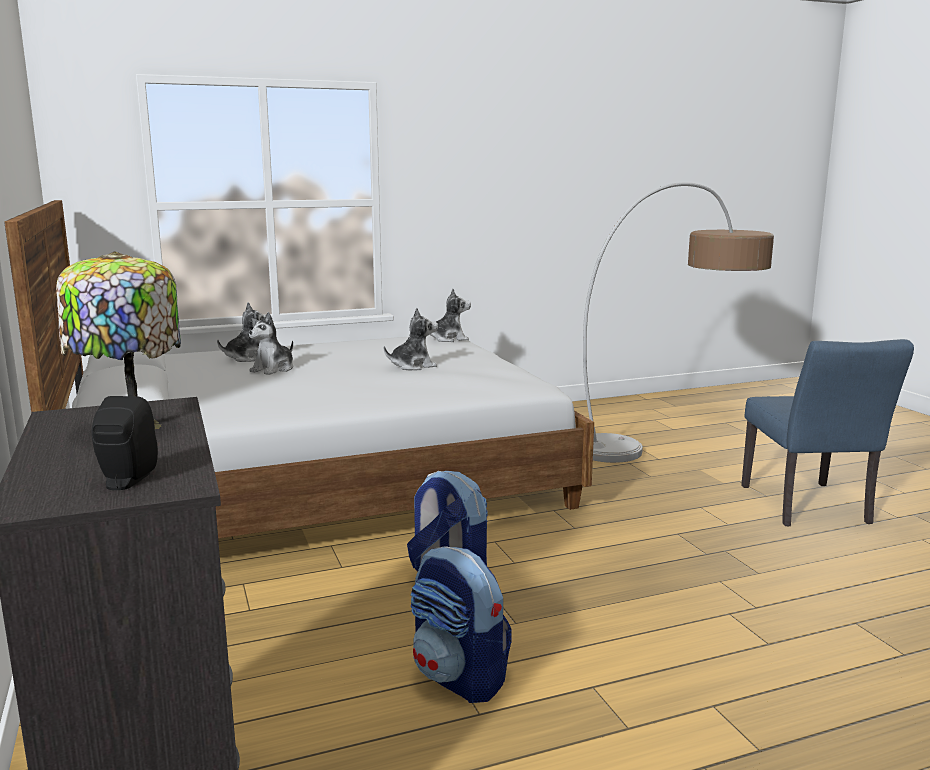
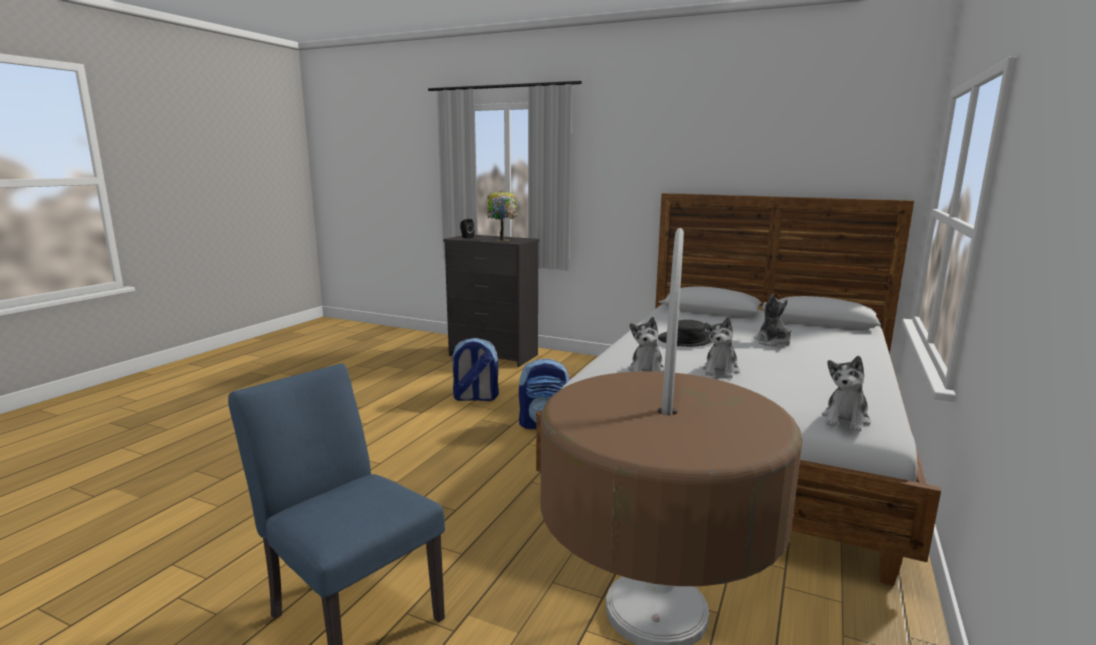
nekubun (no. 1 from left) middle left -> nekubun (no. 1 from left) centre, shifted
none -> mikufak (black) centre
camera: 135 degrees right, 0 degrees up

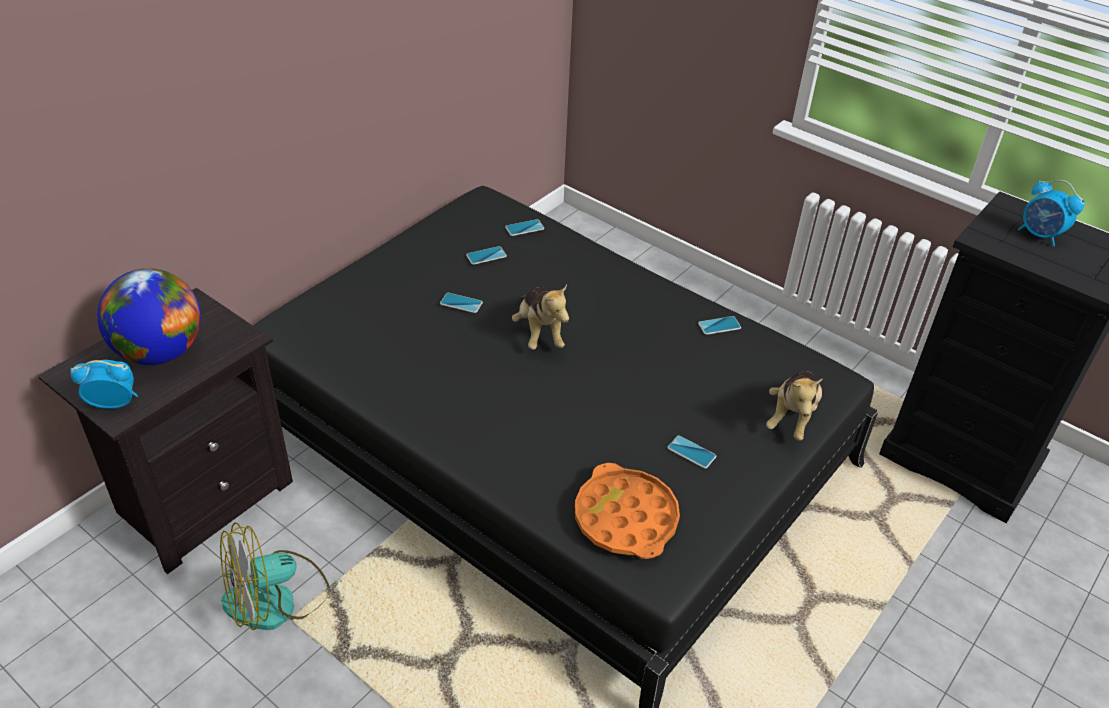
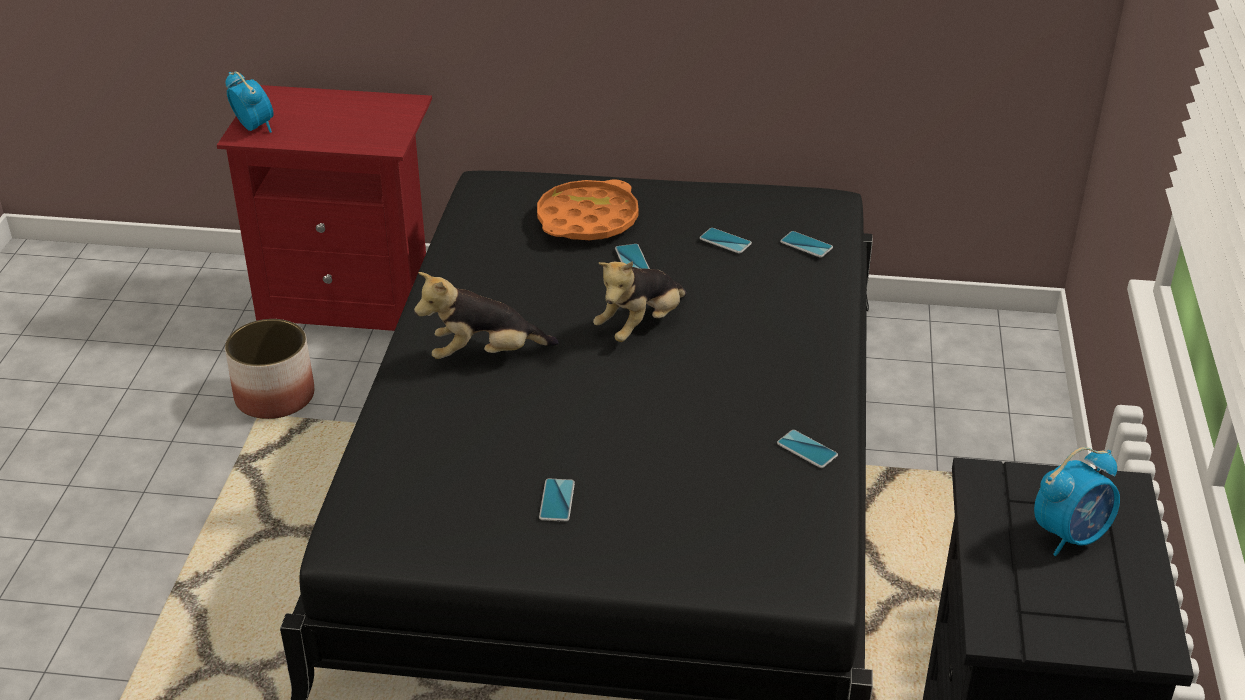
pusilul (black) middle left -> pusilul (red) top left
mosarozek bottom left -> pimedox middle left
nekubun (no. 2 from left in the first image) middle right -> nekubun (no. 1 from left) centre, shifted
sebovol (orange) bottom centre -> sebovol (orange) top centre, shifted
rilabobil (no. 2 from left) top right -> rilabobil (no. 2 from left) bottom right, 135 degrees counterclockwise
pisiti middle left -> none
camera: 60 degrees right, 5 degrees down

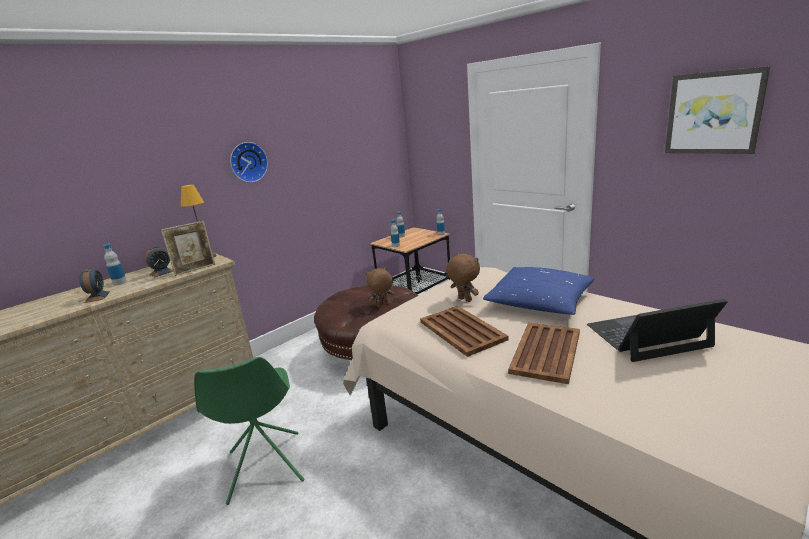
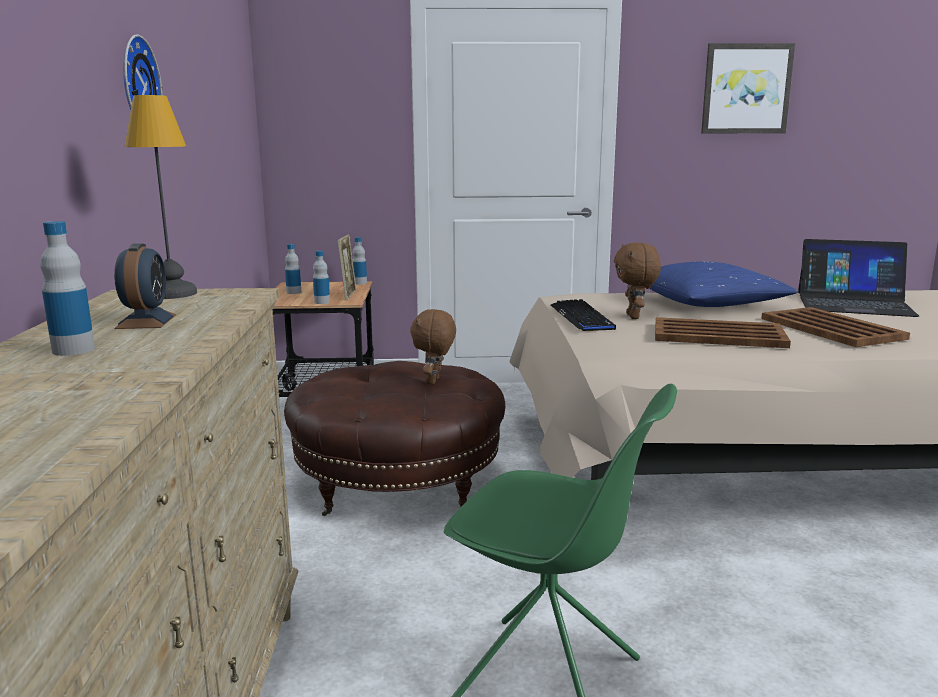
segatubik middle left -> segatubik centre, shifted
none -> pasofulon centre
nekubun (brown) (no. 2 from left) centre -> nekubun (brown) (no. 2 from left) middle right, 90 degrees counterclockwise
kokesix middle right, 105 degrees counterclockwise
rilabobil (no. 1 from left) middle left -> none
camera: 50 degrees left, 5 degrees down

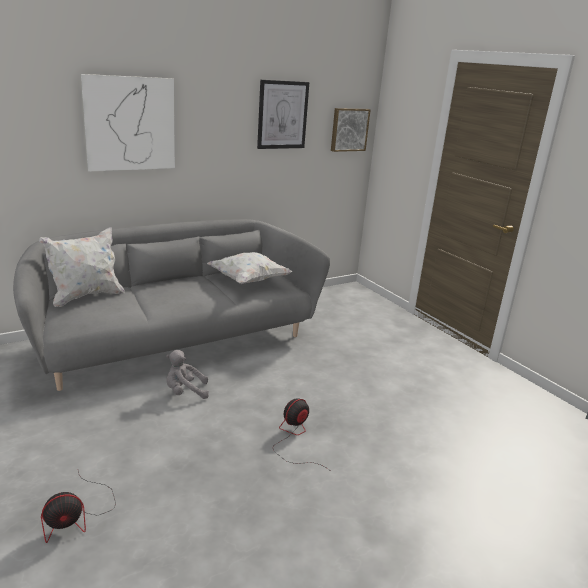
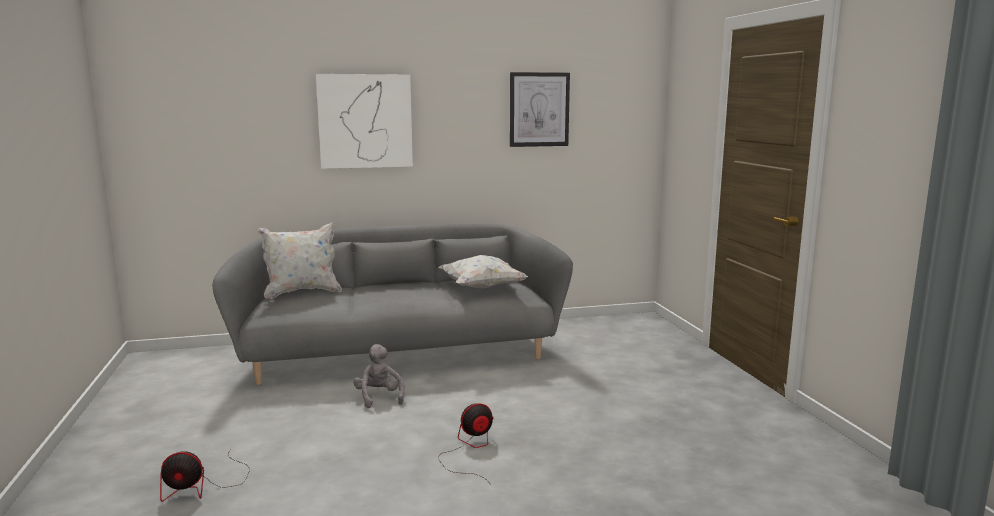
nekubun (grey) middle left -> nekubun (grey) bottom centre, 60 degrees clockwise
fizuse (no. 3 from left) top centre -> none
camera: 20 degrees right, 10 degrees down

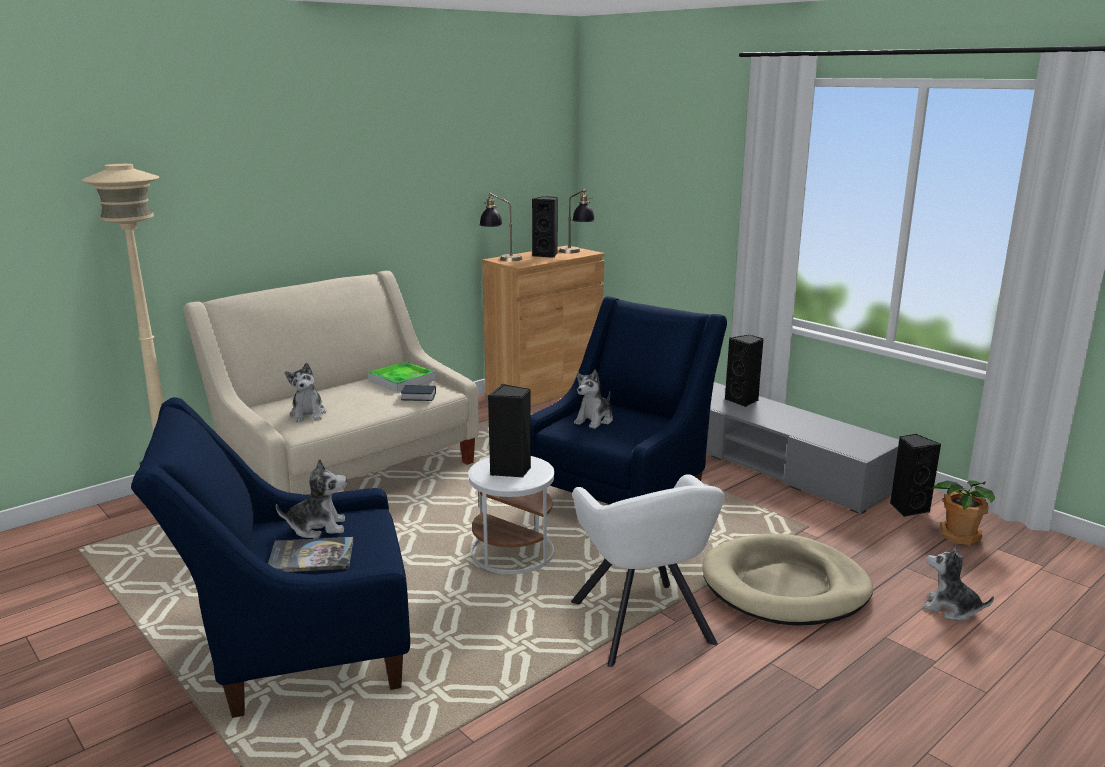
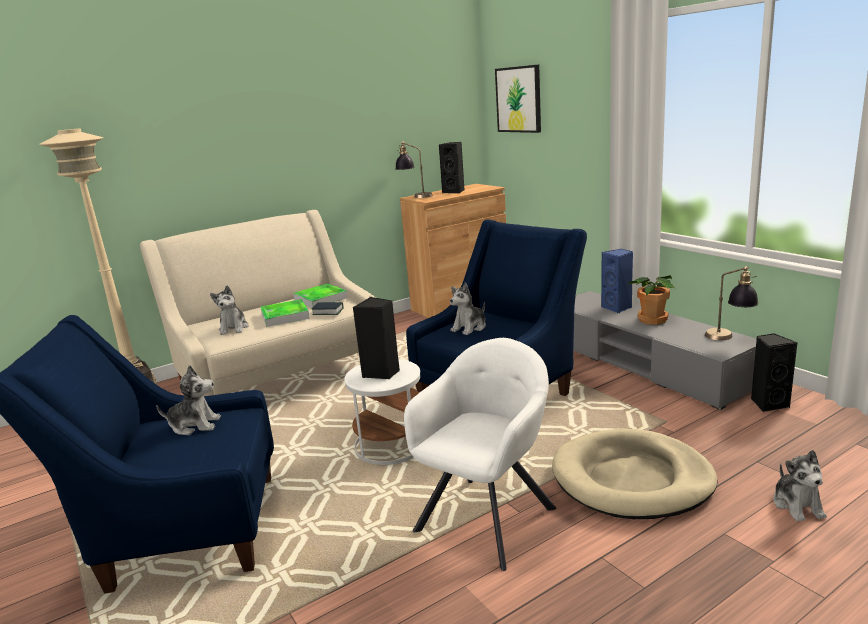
none -> sebovol (no. 1 from left) middle left
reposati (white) bottom centre, 135 degrees counterclockwise
none -> fizuse top centre
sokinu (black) (no. 3 from left) middle right -> sokinu (blue) middle right
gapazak bottom right -> gapazak middle right, shifted
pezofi (no. 2 from left) top centre -> pezofi (no. 2 from left) middle right, shifted
nekubun (no. 4 from left) bottom right, 135 degrees counterclockwise
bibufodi (no. 1 from left) bottom left -> none
camera: 10 degrees right, 0 degrees up

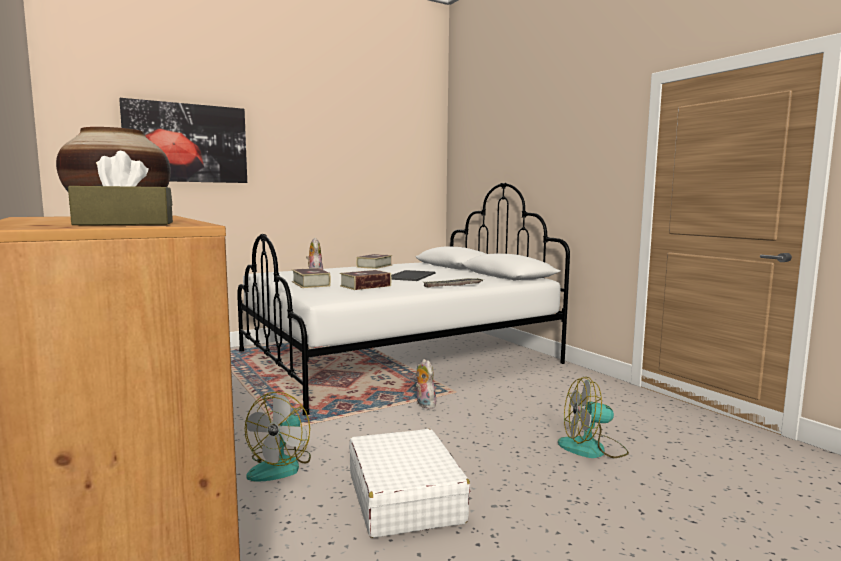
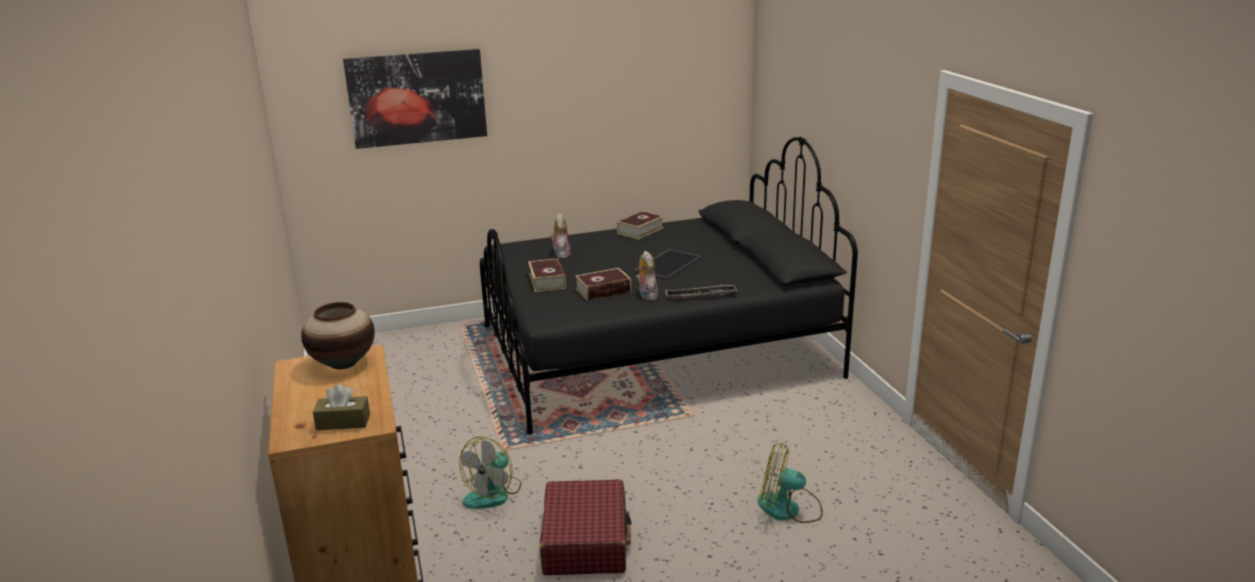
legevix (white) centre -> legevix (black) centre
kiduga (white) bottom centre -> kiduga (red) bottom centre
nekubun (no. 2 from left) bottom centre -> nekubun (no. 2 from left) centre, shifted
camera: 15 degrees right, 15 degrees up

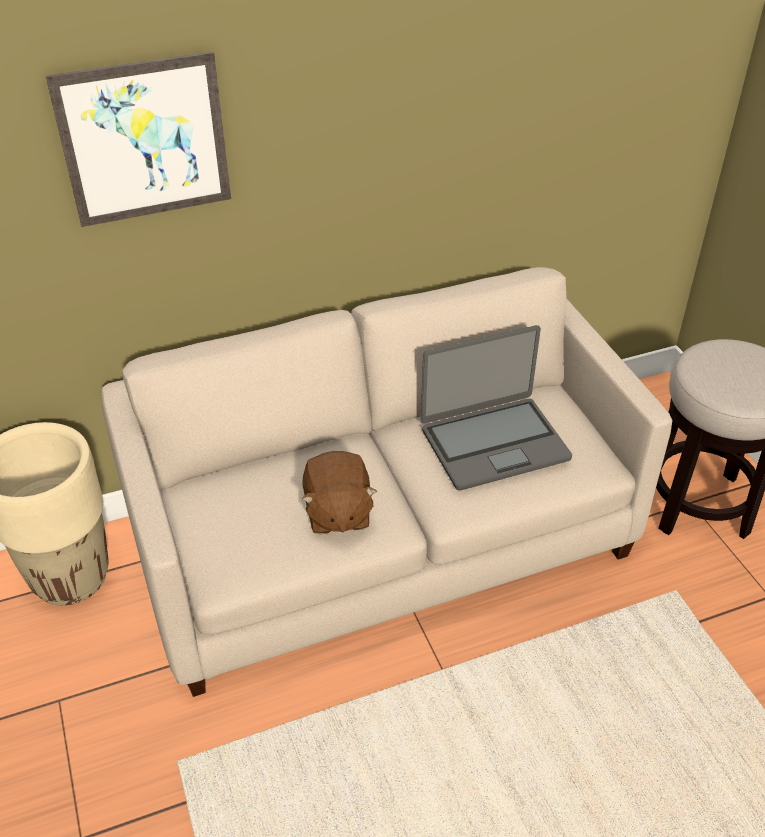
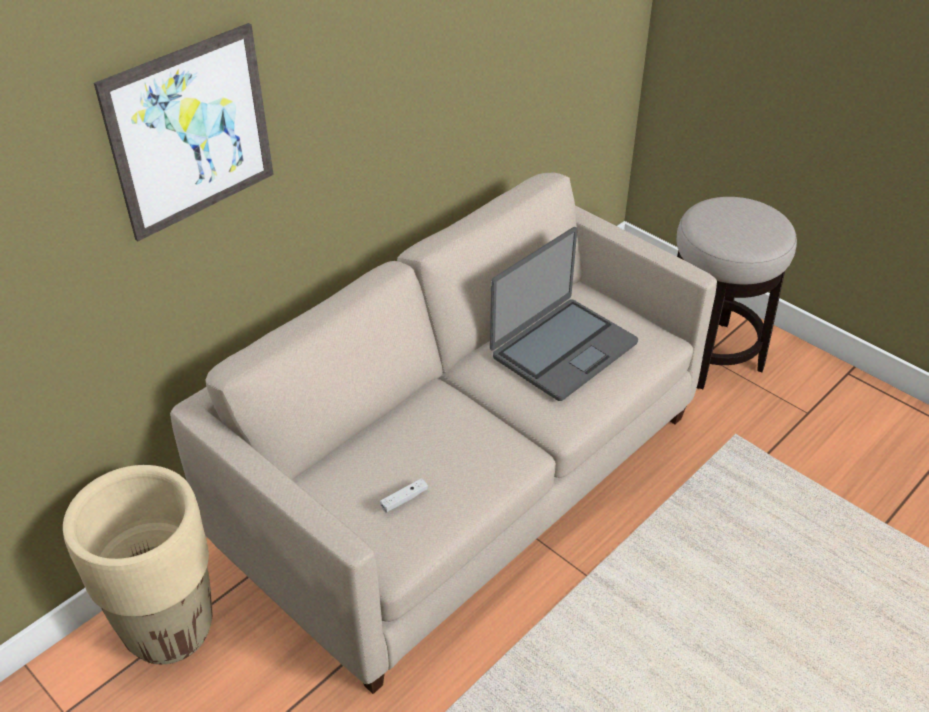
none -> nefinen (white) bottom centre
nekubun (brown) centre -> none
camera: 25 degrees left, 0 degrees up

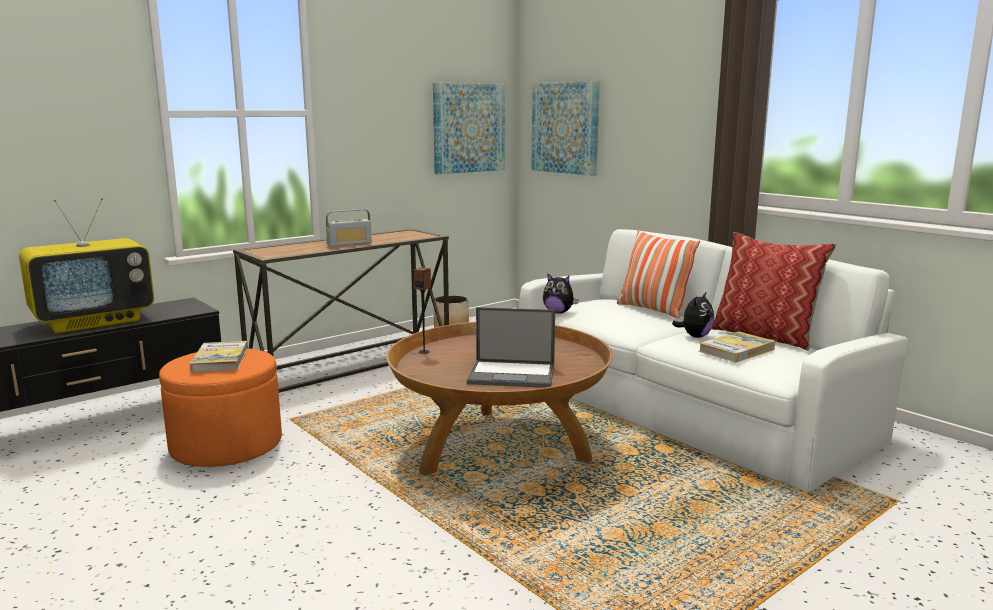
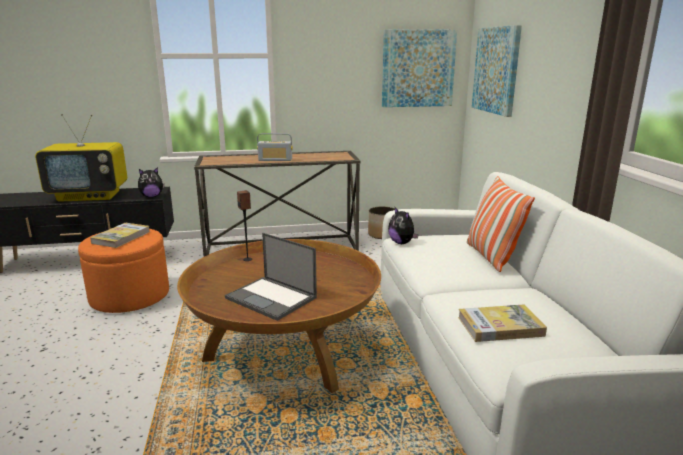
nekubun (no. 2 from left in the first image) middle right -> nekubun (no. 1 from left) middle left, shifted
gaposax (no. 2 from left) middle right -> none
camera: 30 degrees right, 5 degrees up

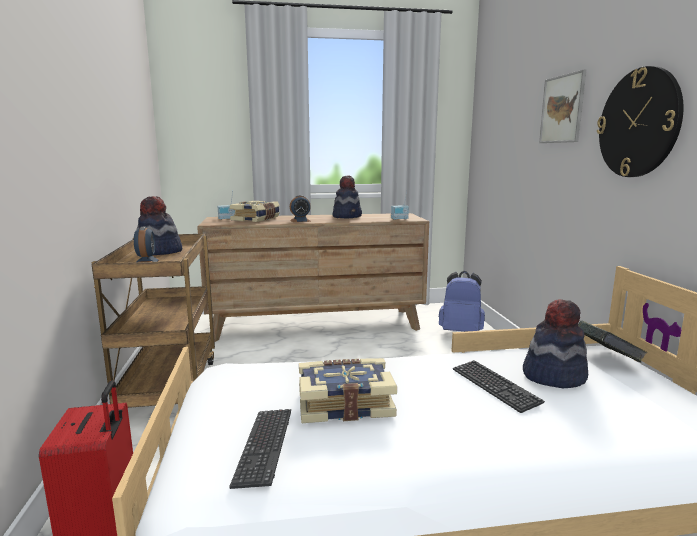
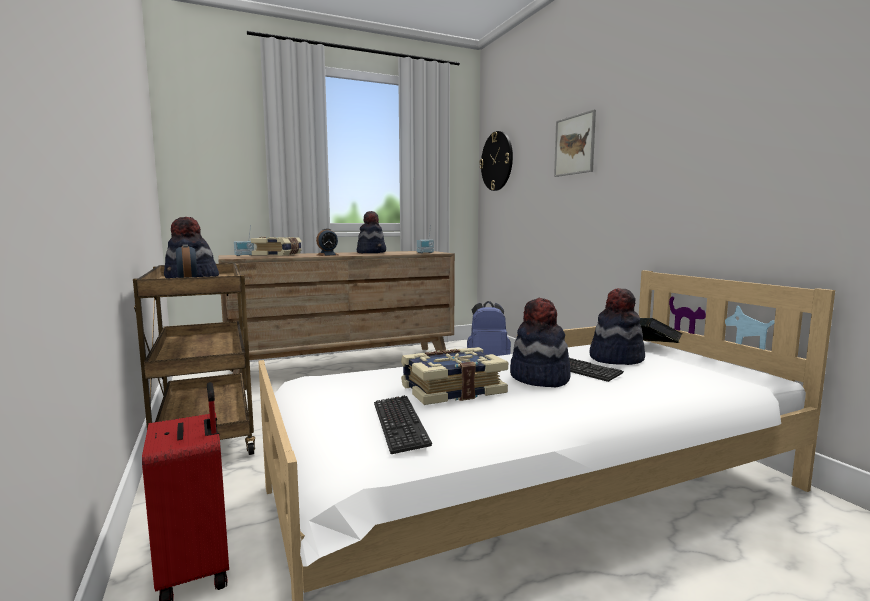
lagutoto top right -> lagutoto top centre, shifted
none -> mikufak (no. 3 from left) centre
camera: 15 degrees left, 5 degrees down

